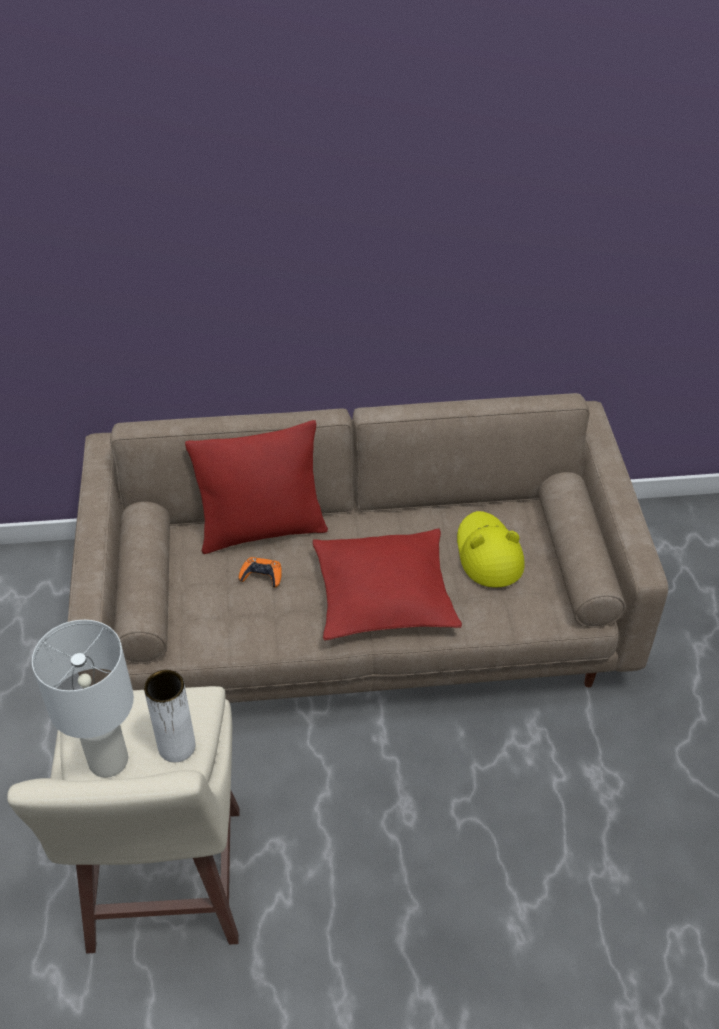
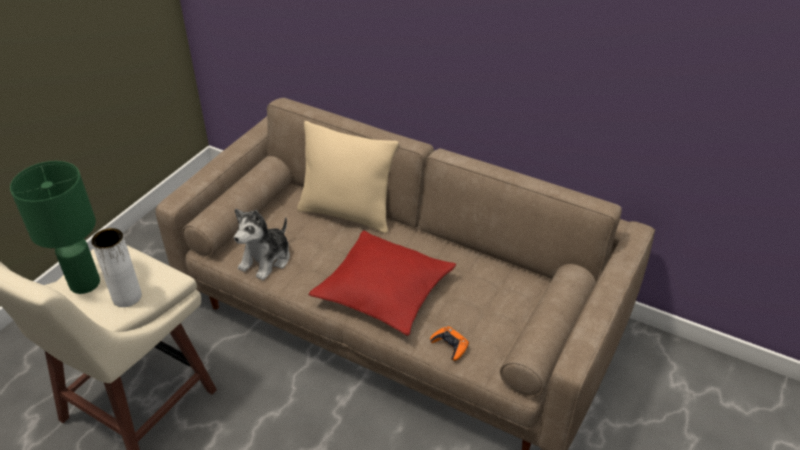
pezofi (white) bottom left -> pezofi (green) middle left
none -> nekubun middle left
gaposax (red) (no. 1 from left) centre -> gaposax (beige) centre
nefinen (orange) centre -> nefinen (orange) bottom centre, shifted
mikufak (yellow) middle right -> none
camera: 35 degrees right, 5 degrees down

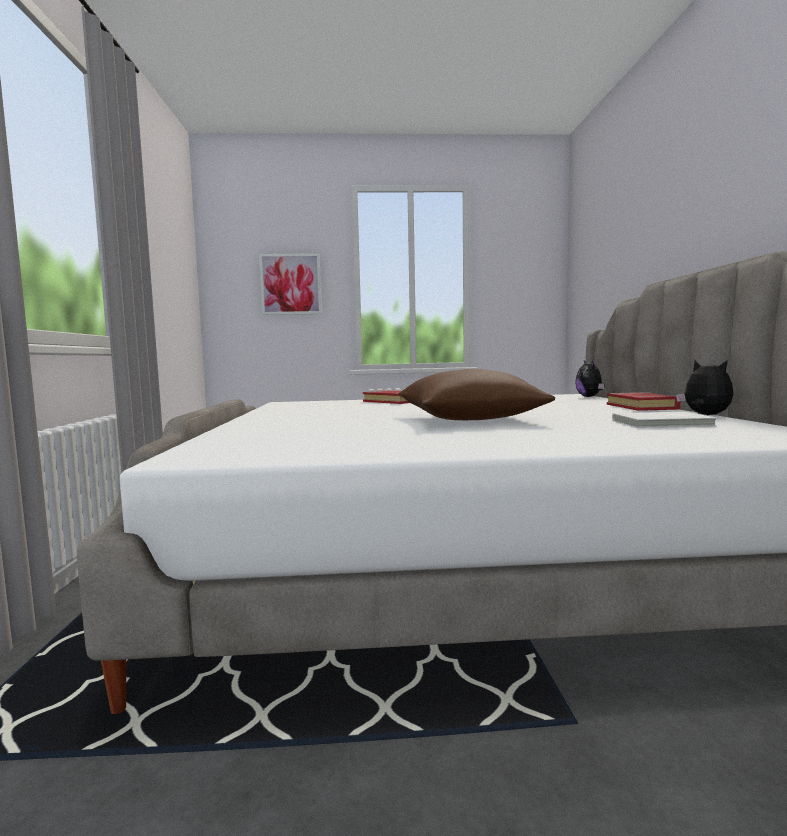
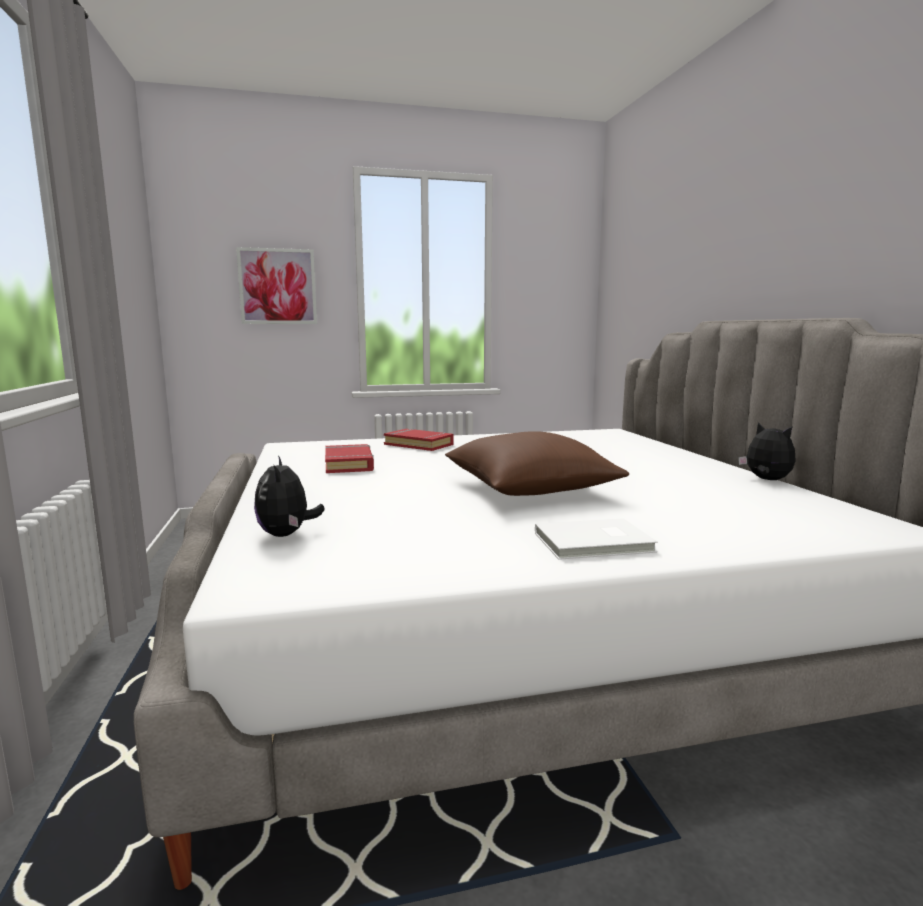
nekubun (no. 1 from left) middle right -> nekubun (no. 1 from left) middle left, shifted
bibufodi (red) (no. 2 from left in the first image) middle right -> bibufodi (red) (no. 1 from left) centre, shifted
bibufodi (white) middle right -> bibufodi (white) centre, shifted
camera: 10 degrees left, 5 degrees up

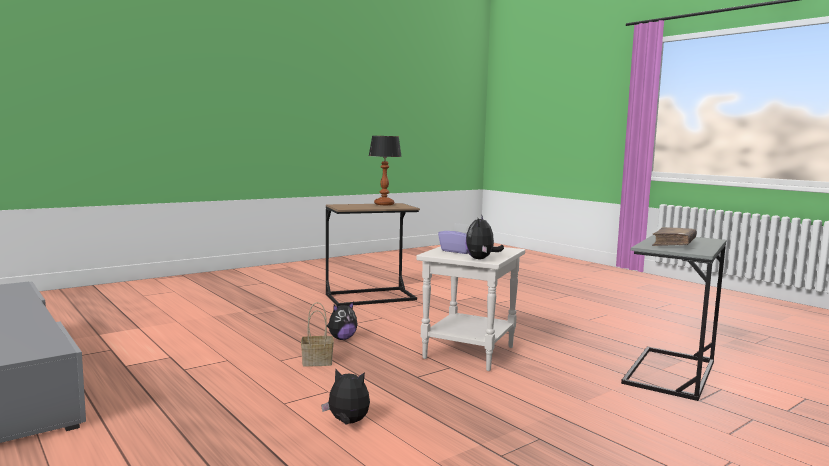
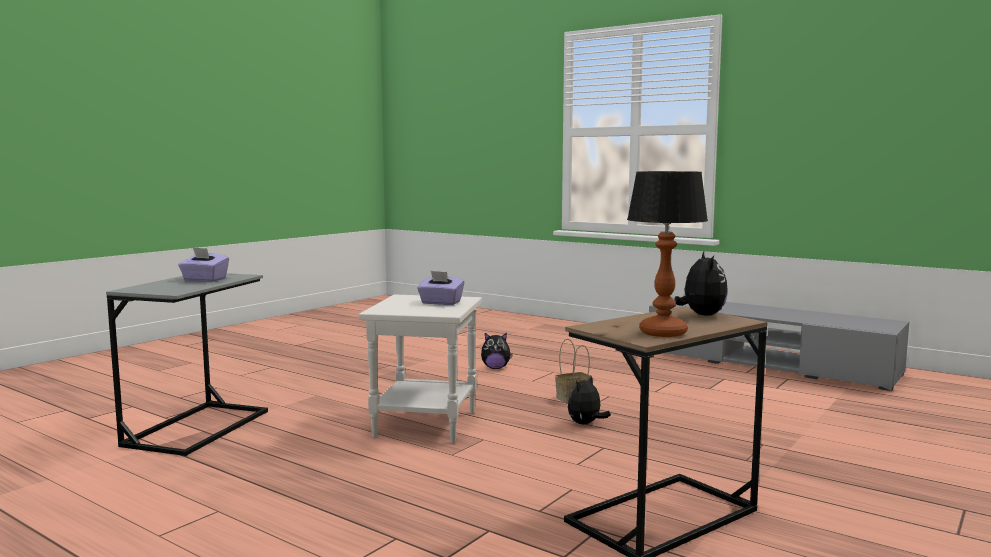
bibufodi (brown) middle right -> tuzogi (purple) (no. 1 from left) middle left
nekubun (no. 3 from left) centre -> nekubun (no. 3 from left) middle right, shifted
camera: 165 degrees right, 0 degrees up

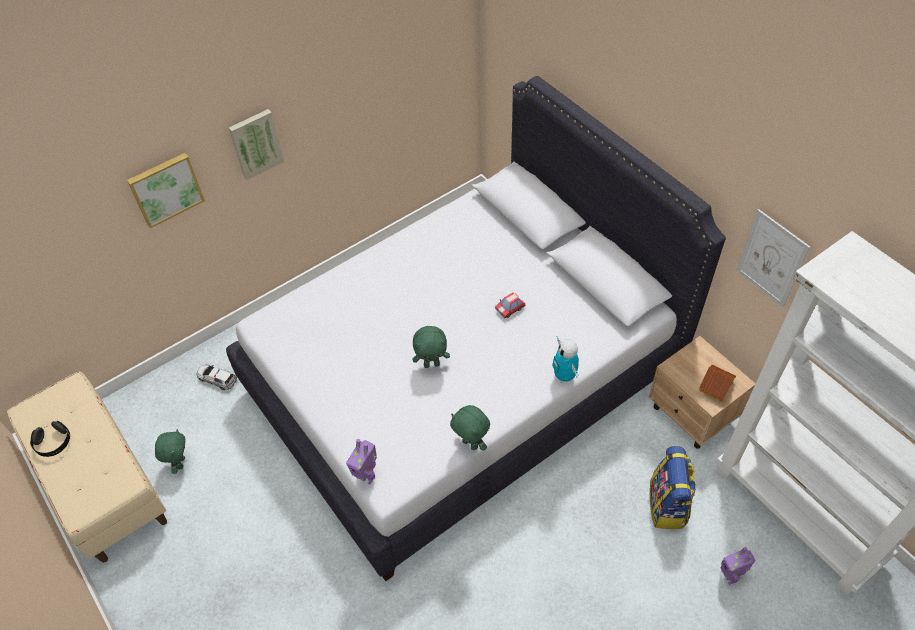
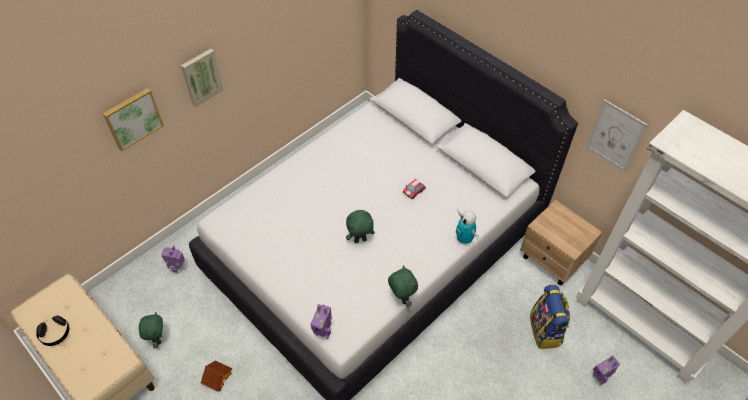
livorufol (no. 1 from left) middle left -> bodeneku (no. 1 from left) middle left
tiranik middle right -> tiranik bottom left, shifted
nekubun (green) (no. 3 from left) bottom centre, 150 degrees counterclockwise
camera: 10 degrees left, 0 degrees up

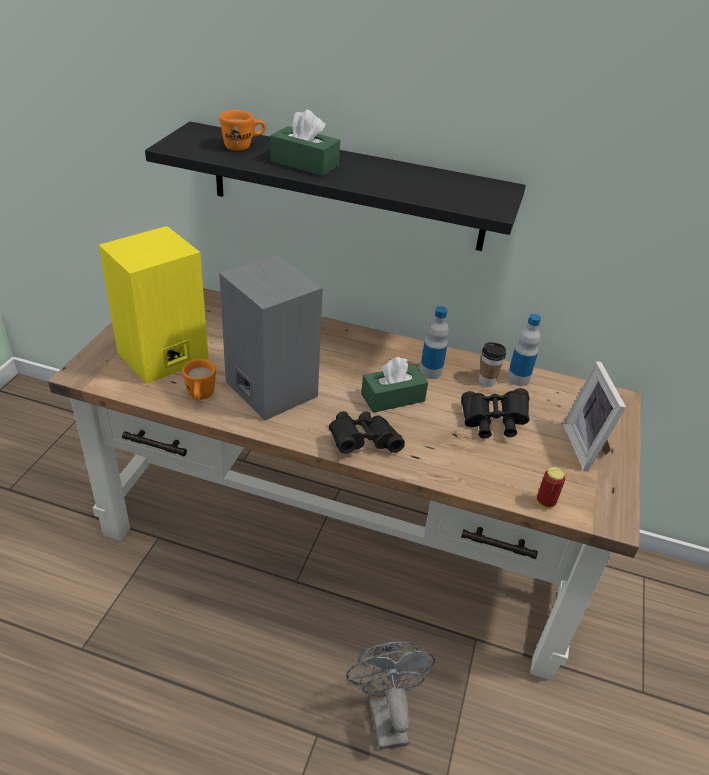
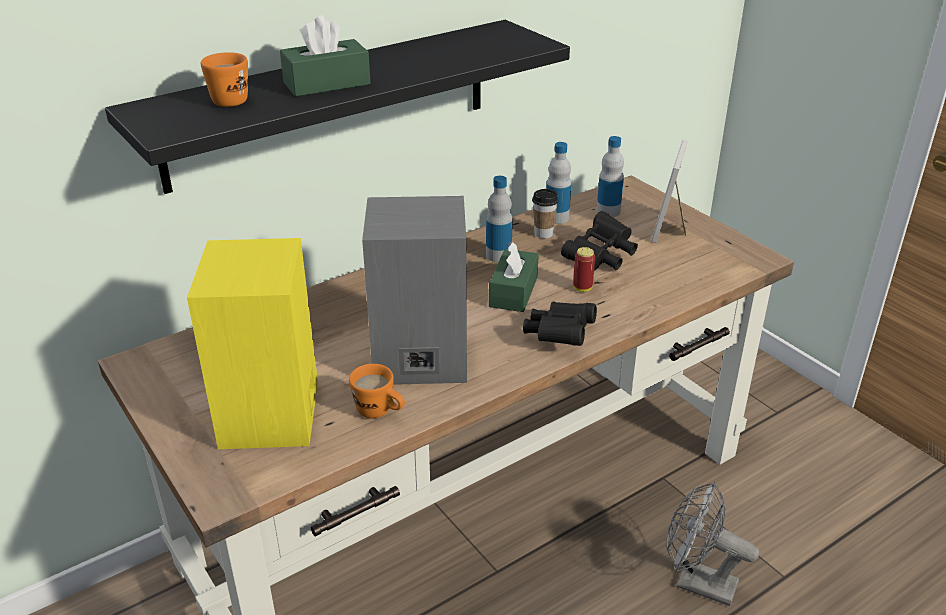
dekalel middle right -> dekalel centre, shifted
none -> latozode (no. 3 from left) top centre
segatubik middle right -> segatubik top right, 75 degrees clockwise
camera: 50 degrees left, 5 degrees down

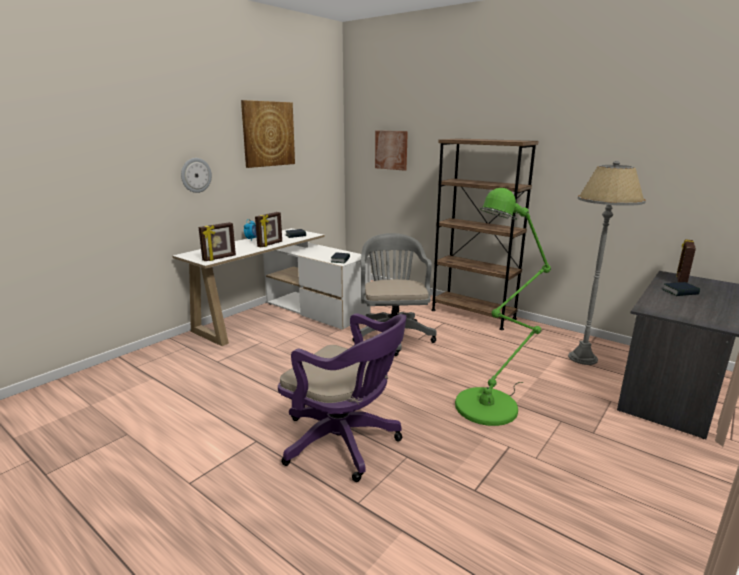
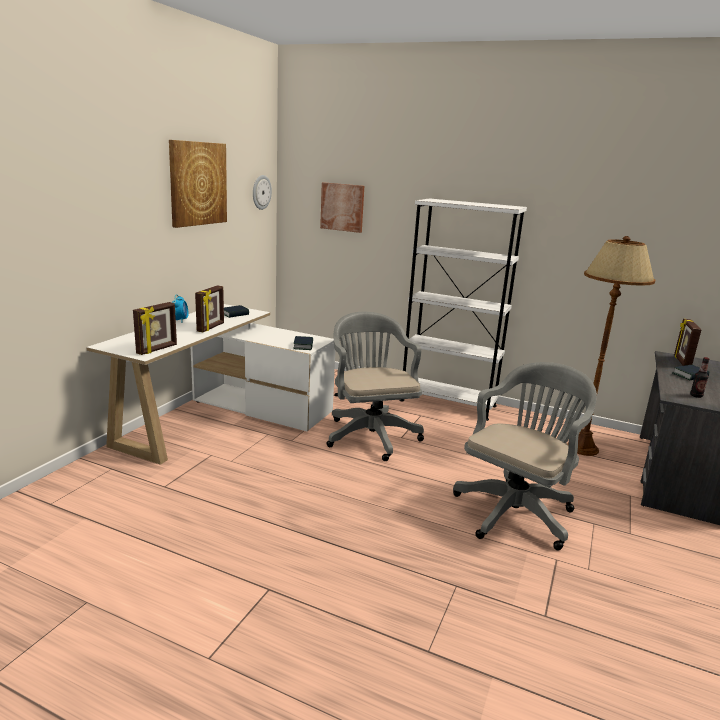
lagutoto top left -> lagutoto top centre, shifted
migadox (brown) centre -> migadox (white) centre
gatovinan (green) middle right -> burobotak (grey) (no. 2 from left) middle right
gatovinan (grey) middle right -> gatovinan (brown) middle right
none -> latozode middle right
burobotak (purple) bottom centre -> none
camera: 15 degrees left, 0 degrees up

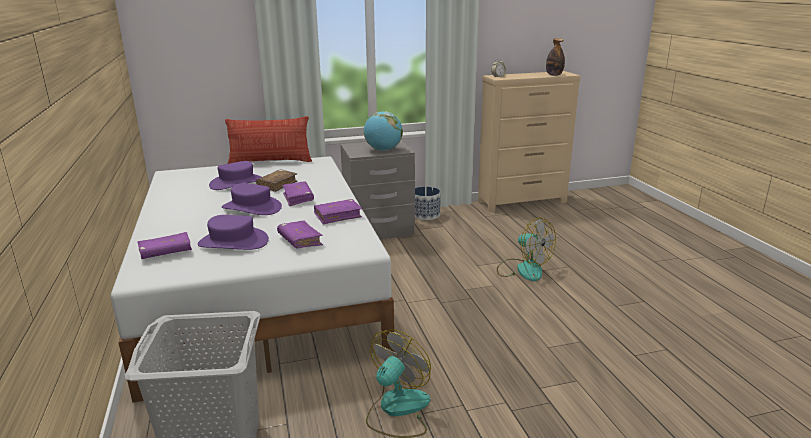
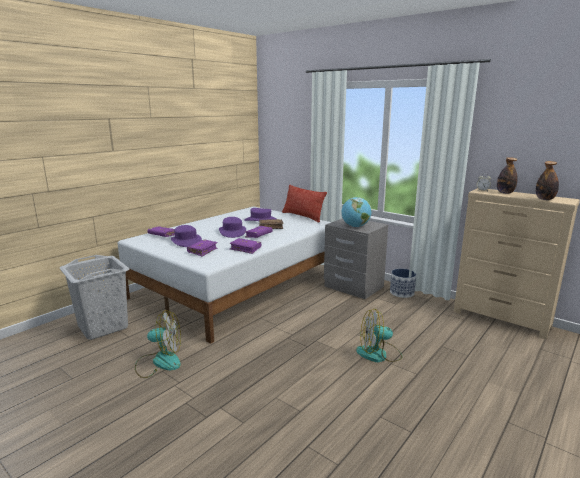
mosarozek (no. 2 from left) centre -> mosarozek (no. 2 from left) bottom centre, 75 degrees clockwise
none -> latozode (no. 1 from left) middle right
camera: 55 degrees right, 5 degrees down

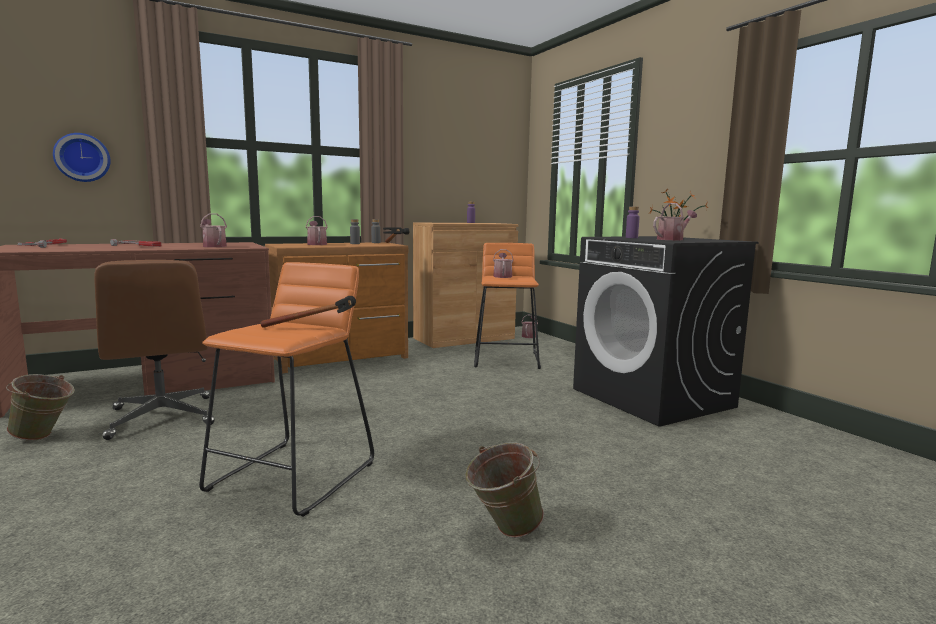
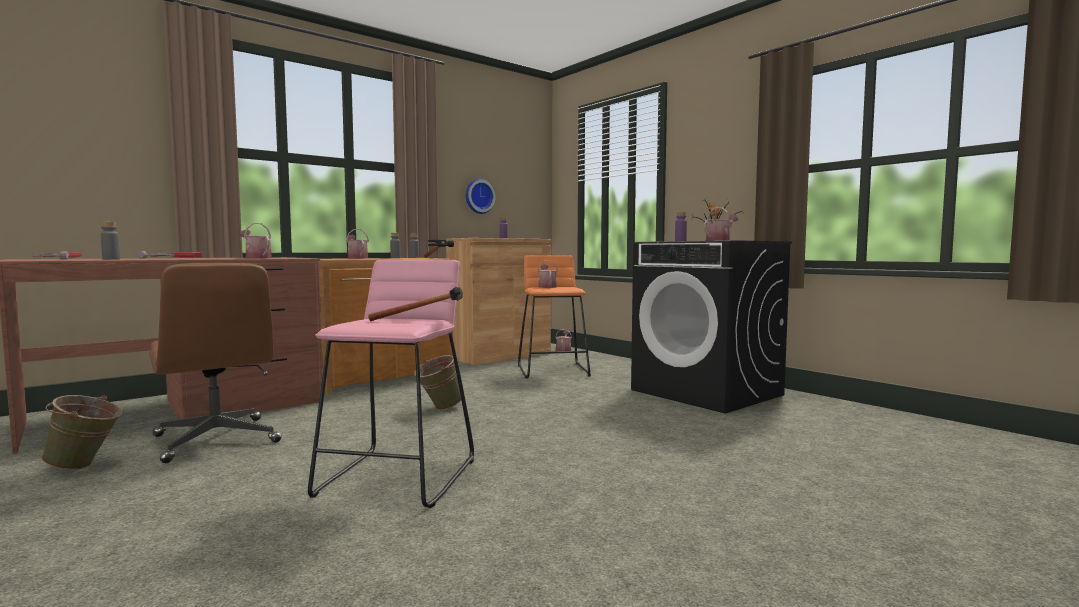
none -> latozode (grey) (no. 1 from left) middle left
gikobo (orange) (no. 1 from left) middle left -> gikobo (pink) centre
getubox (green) (no. 2 from left) bottom centre -> getubox (green) (no. 2 from left) centre, shifted
lagutoto top left -> lagutoto top centre, shifted
camera: 10 degrees left, 5 degrees down

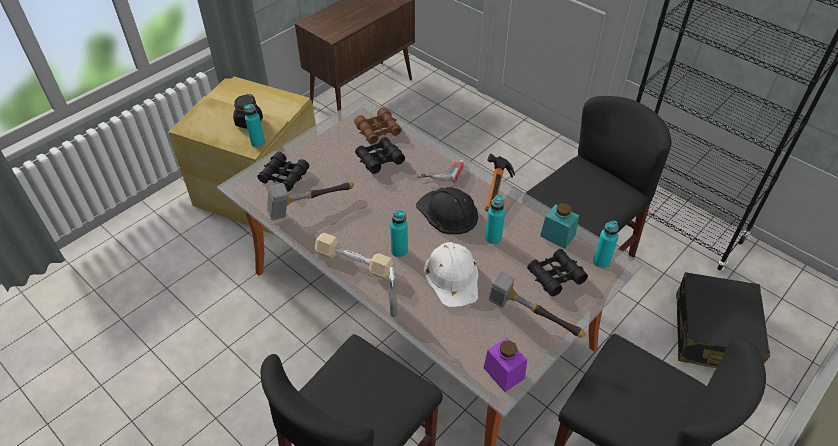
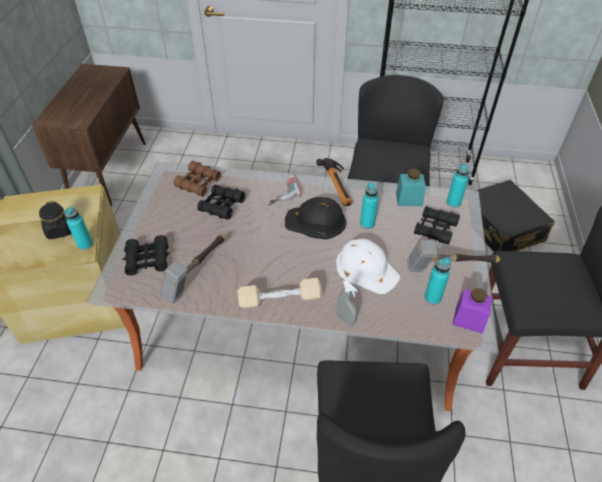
latozode (turquoise) (no. 2 from left in the first image) centre -> latozode (turquoise) (no. 3 from left) middle right, shifted
camera: 35 degrees left, 0 degrees up

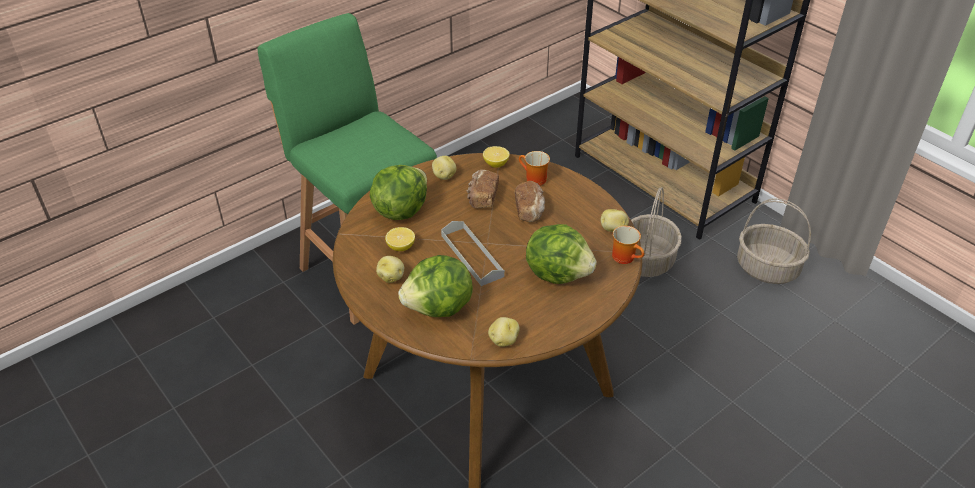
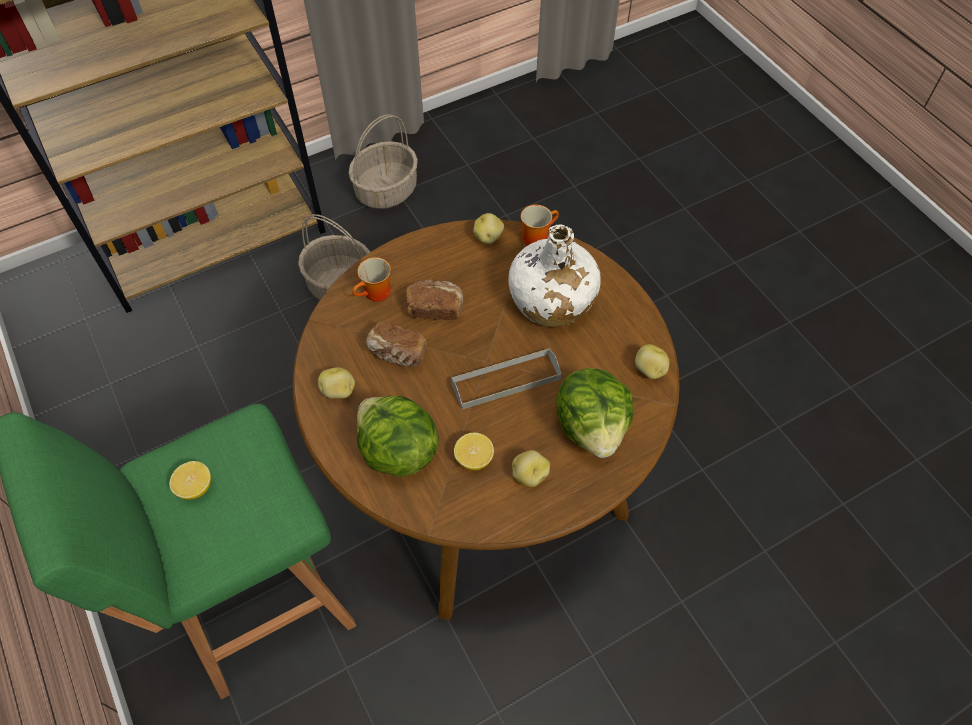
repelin (no. 2 from left in the first image) top centre -> repelin (no. 1 from left) middle left, shifted
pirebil (no. 3 from left) centre -> latozode (white) centre
camera: 80 degrees left, 15 degrees up

